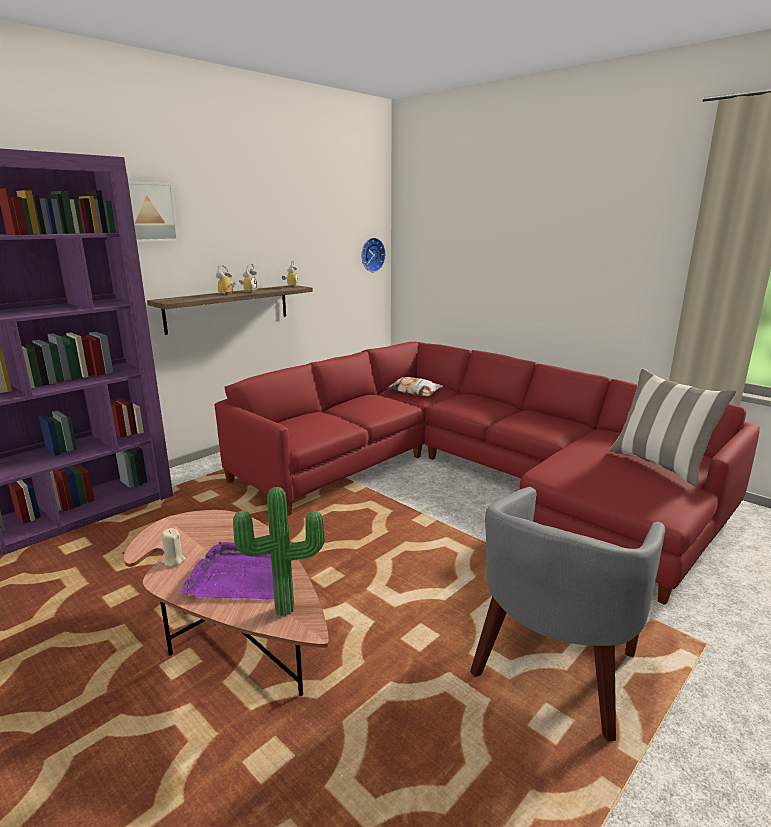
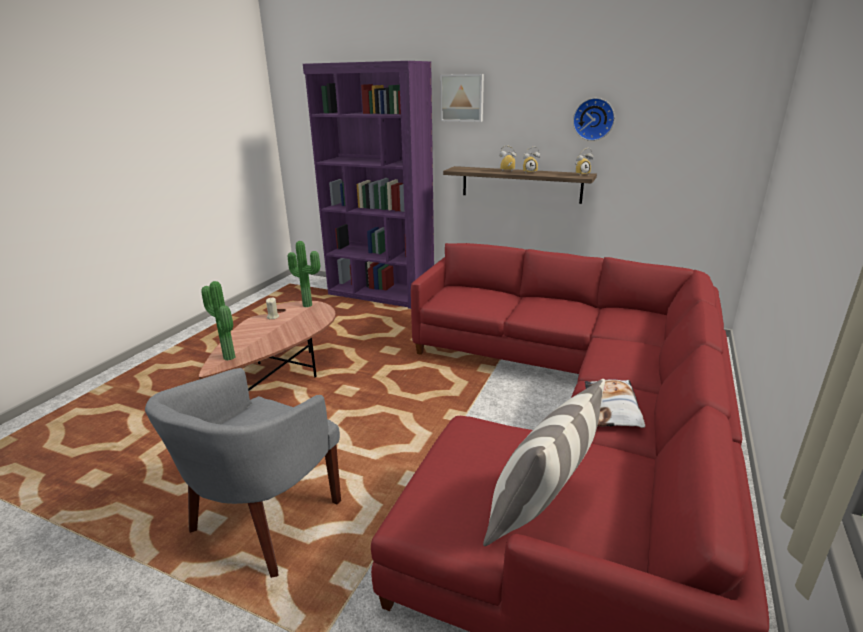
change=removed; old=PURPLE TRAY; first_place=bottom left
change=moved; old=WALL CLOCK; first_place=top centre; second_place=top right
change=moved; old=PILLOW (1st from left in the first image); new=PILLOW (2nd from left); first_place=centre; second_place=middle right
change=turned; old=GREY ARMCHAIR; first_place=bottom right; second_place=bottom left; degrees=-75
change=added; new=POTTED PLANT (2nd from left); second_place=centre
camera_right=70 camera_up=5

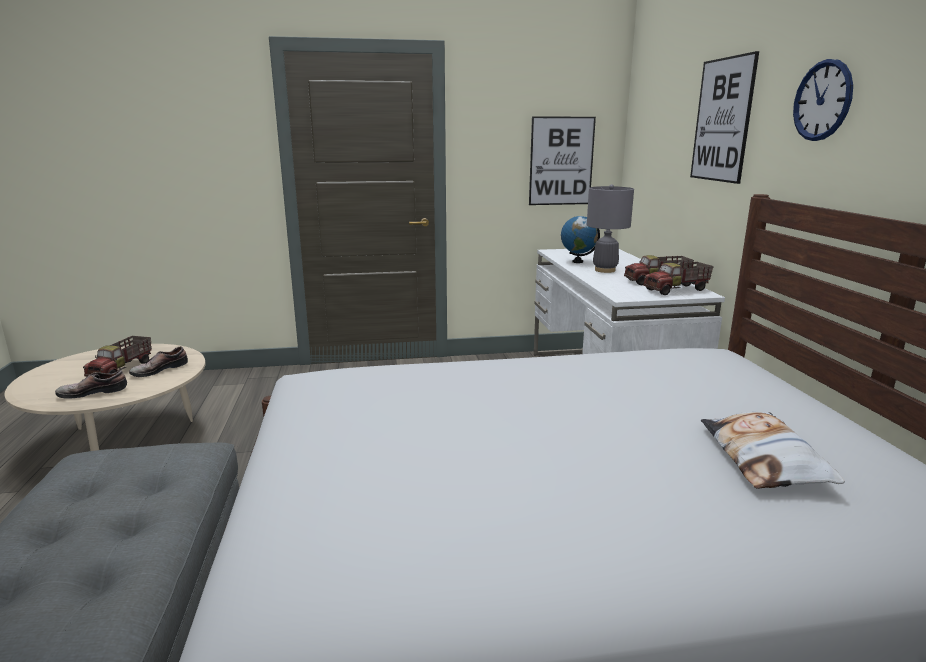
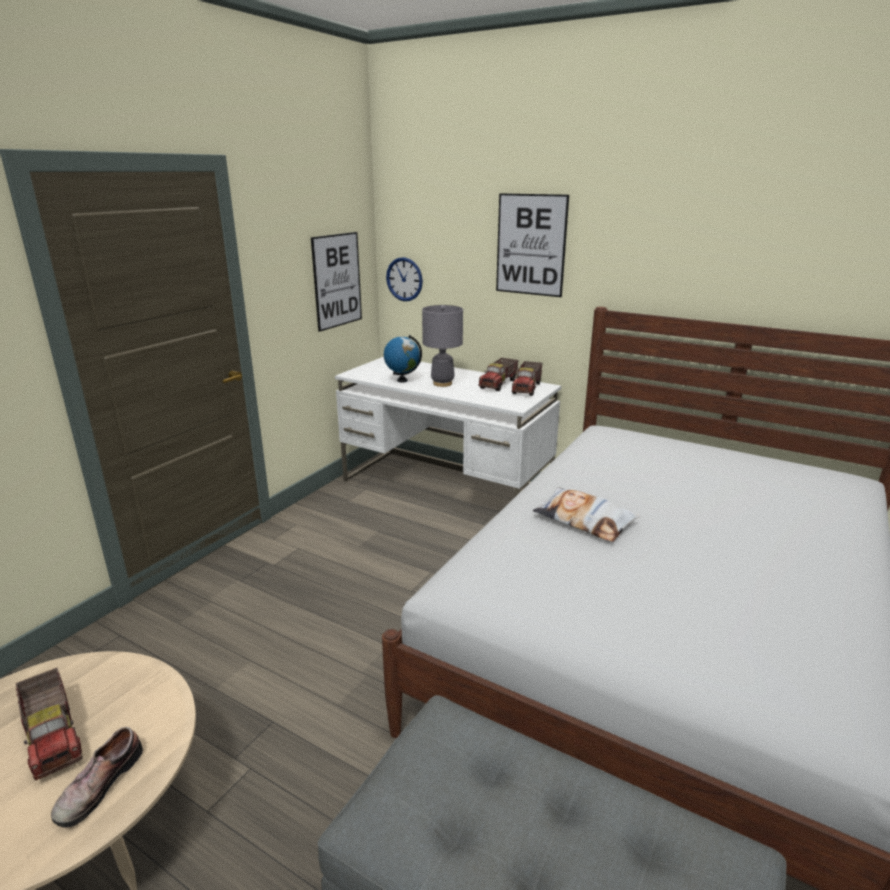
change=removed; old=SHOE (2nd from left); first_place=middle left
change=moved; old=PILLOW; first_place=bottom right; second_place=centre
change=moved; old=WALL CLOCK; first_place=top right; second_place=top centre
camera_right=-50 camera_up=5

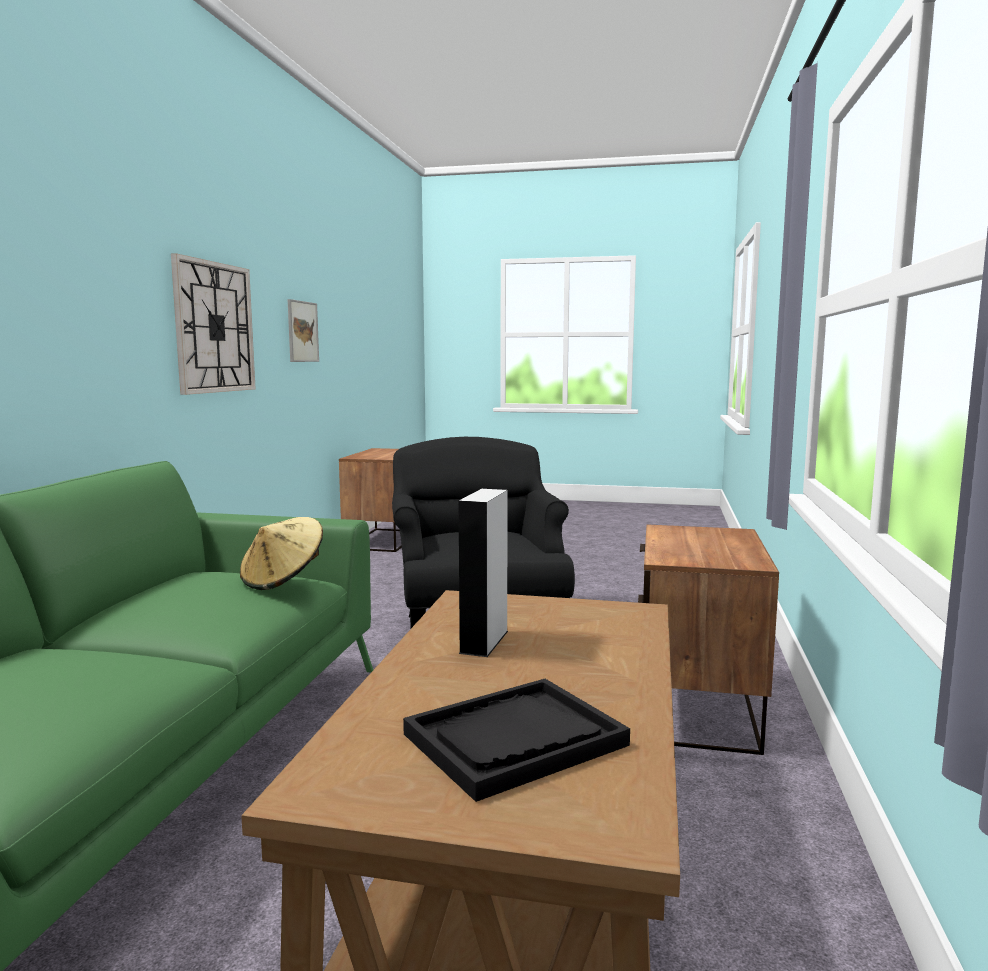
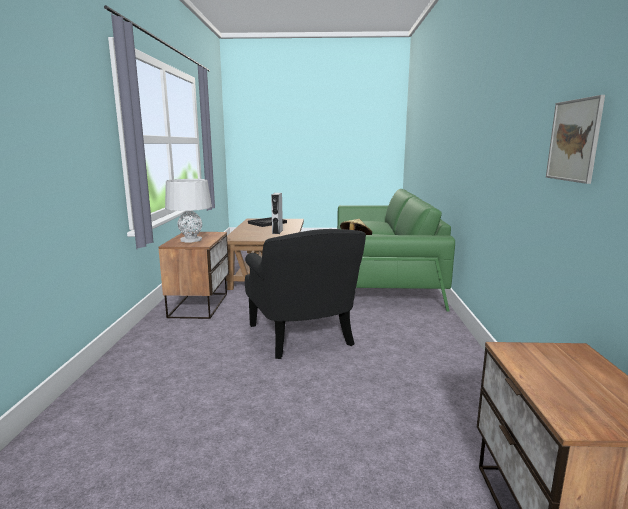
change=removed; old=WALL CLOCK; first_place=middle left
change=added; new=GREY TABLE LAMP; second_place=middle left
camera_right=170 camera_up=5

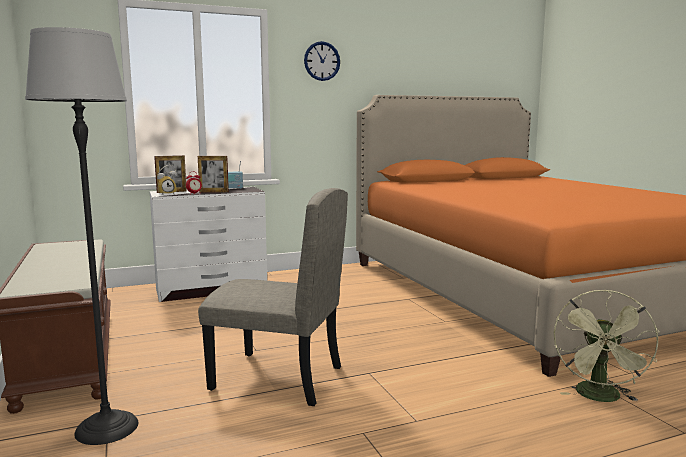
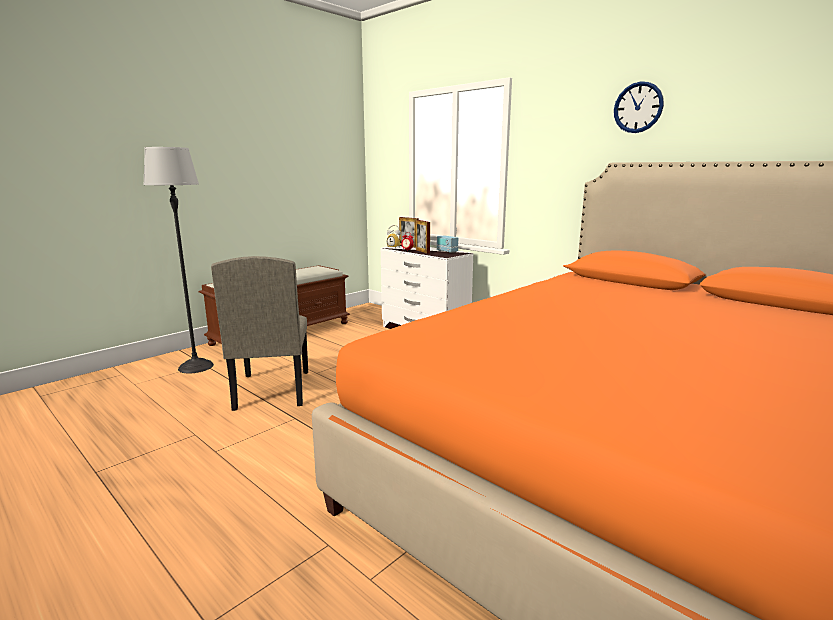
change=moved; old=WALL CLOCK; first_place=top centre; second_place=top right
change=removed; old=GREEN FAN; first_place=bottom right
camera_right=65 camera_up=5

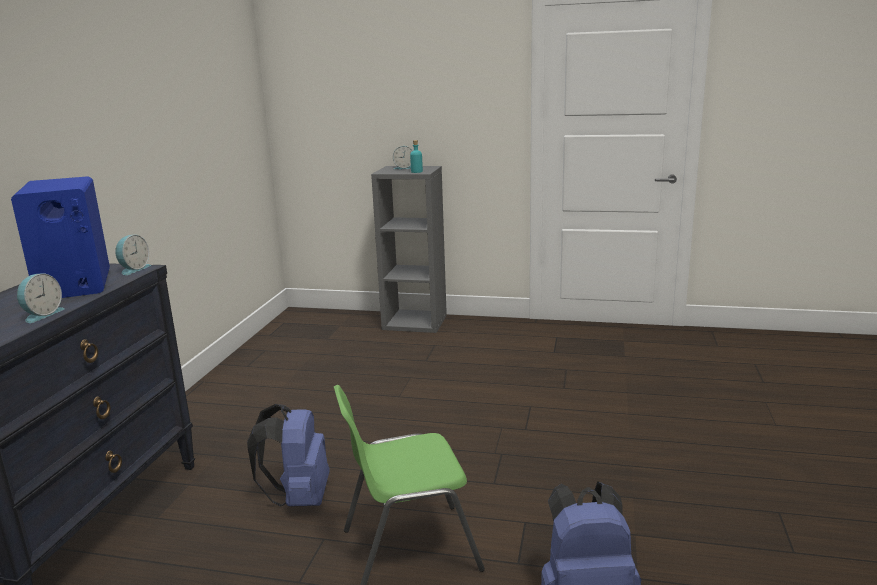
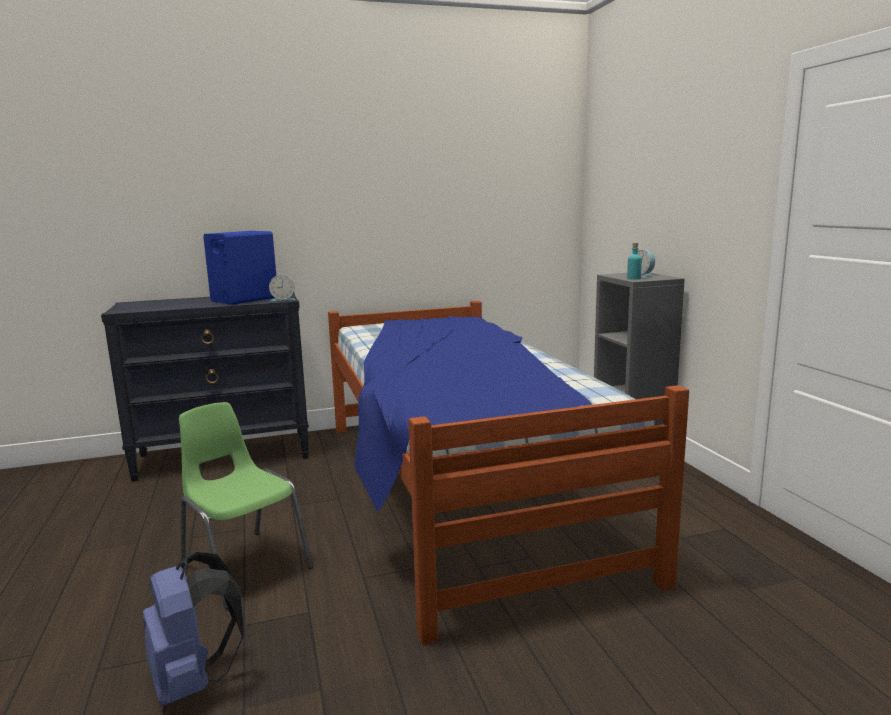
change=removed; old=ALARM CLOCK (1st from left); first_place=middle left
change=removed; old=BLUE BACKPACK (1st from left); first_place=bottom left
change=added; new=BED; second_place=centre
camera_right=60 camera_up=-5

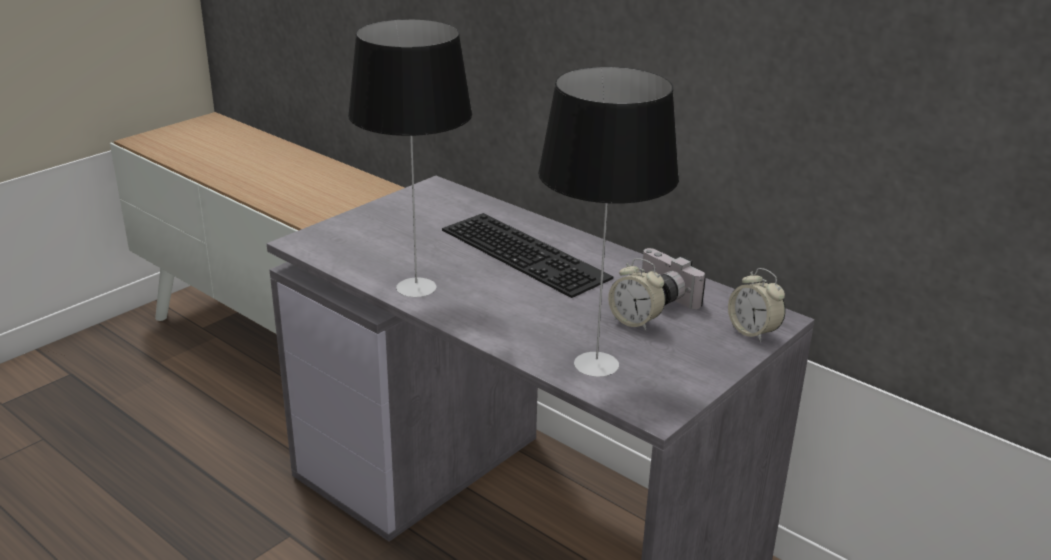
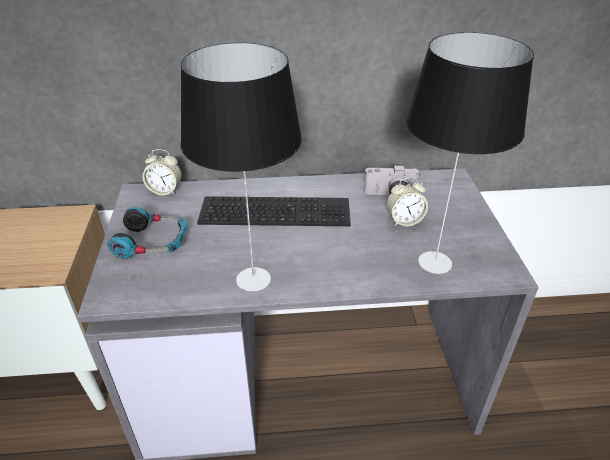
change=moved; old=ALARM CLOCK (2nd from left in the first image); new=ALARM CLOCK (1st from left); first_place=middle right; second_place=middle left
change=added; new=HEADPHONES; second_place=middle left
camera_right=-45 camera_up=10

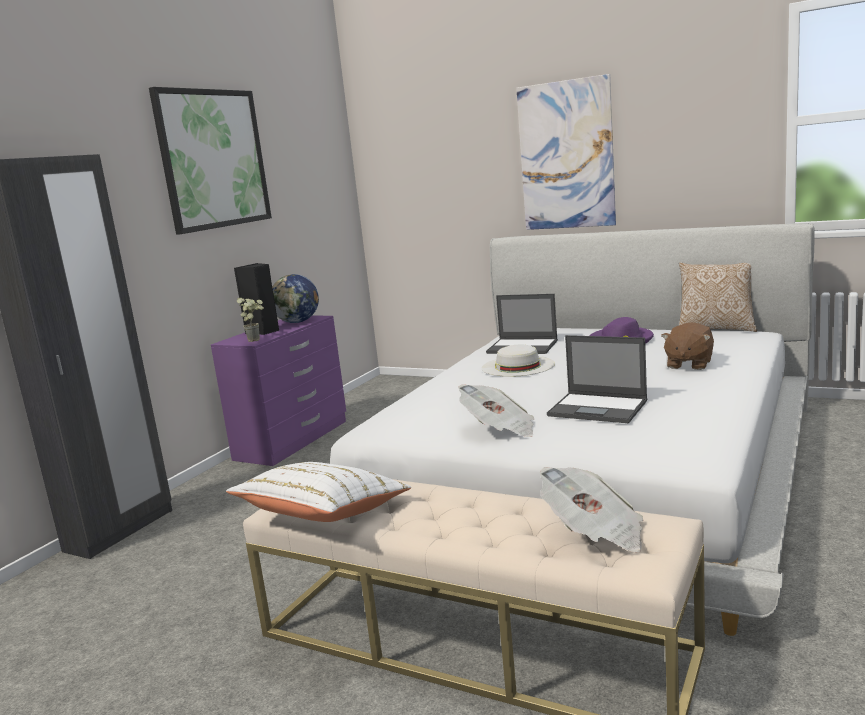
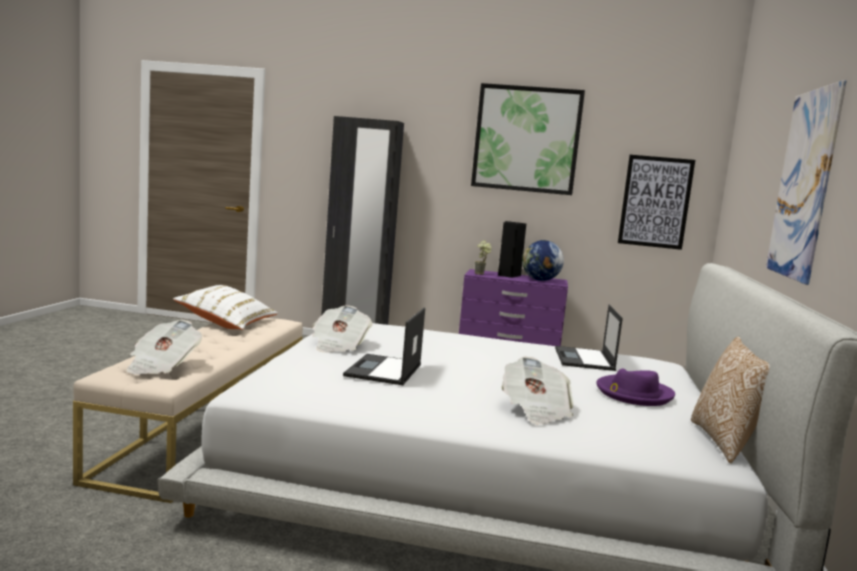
change=removed; old=WHITE HAT; first_place=centre
change=replaced; old=BROWN PLUSH TOY; new=NEWSPAPER (3rd from left); first_place=middle right; second_place=bottom centre
change=added; new=PICTURE (2nd from left); second_place=middle right
camera_right=70 camera_up=-5

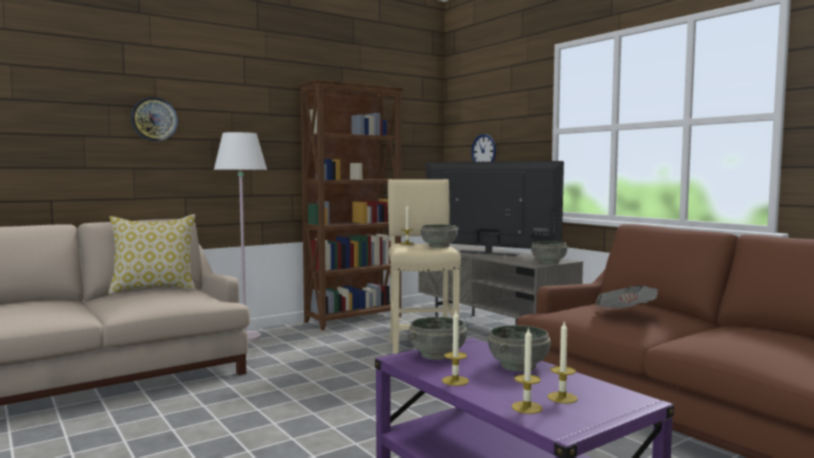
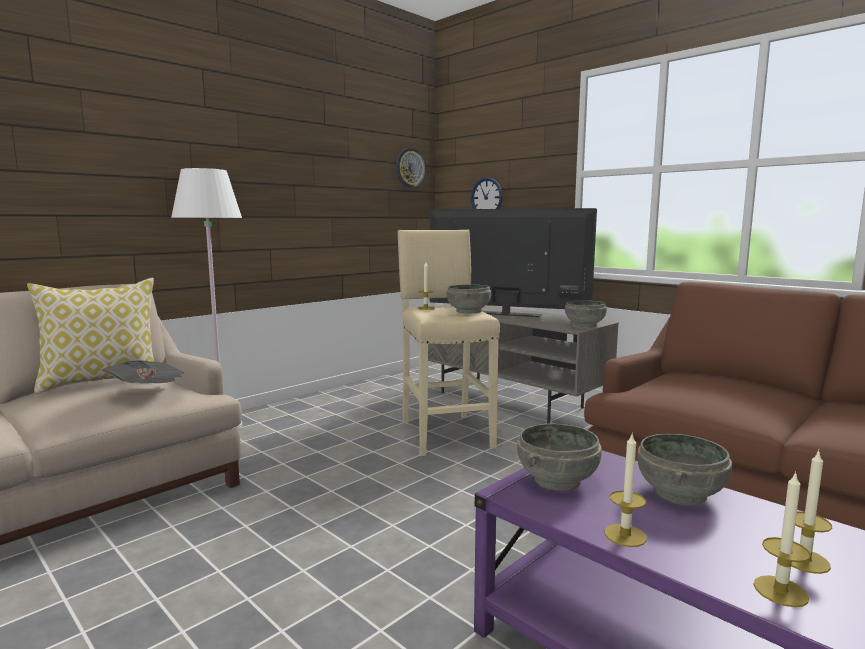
change=moved; old=WALL CLOCK (1st from left); first_place=top left; second_place=top centre
change=removed; old=BROWN BOOKCASE; first_place=centre
change=moved; old=NEWSPAPER; first_place=middle right; second_place=middle left
camera_right=-10 camera_up=5

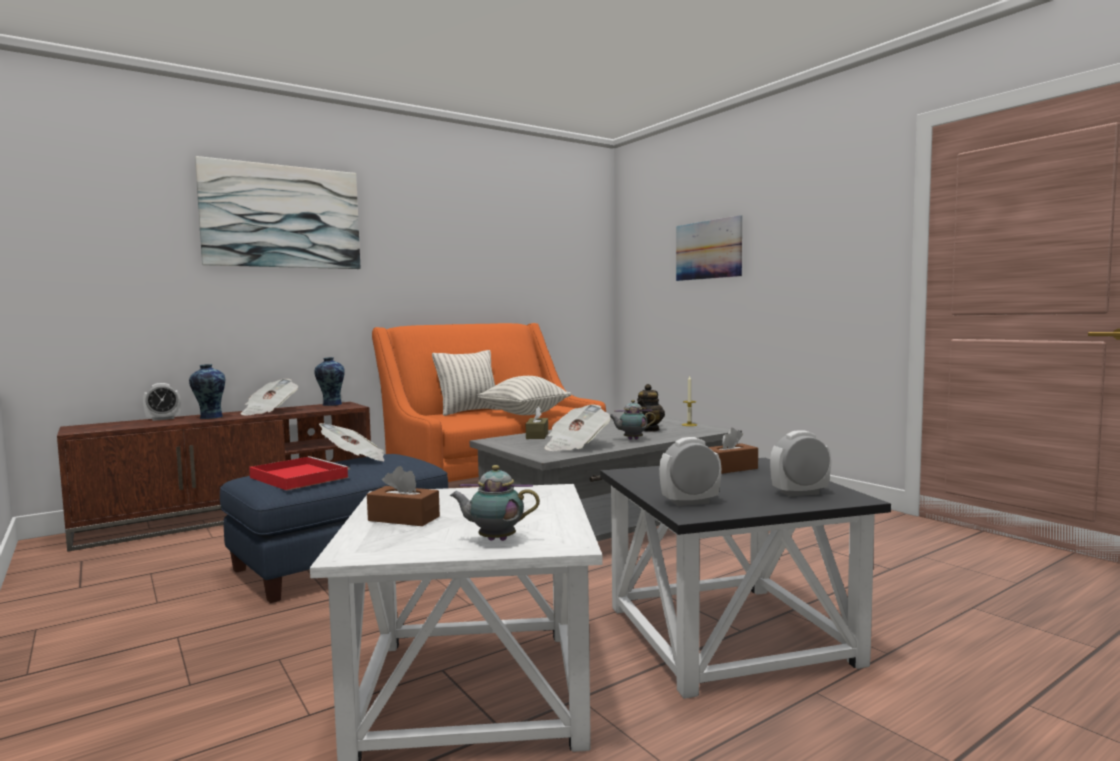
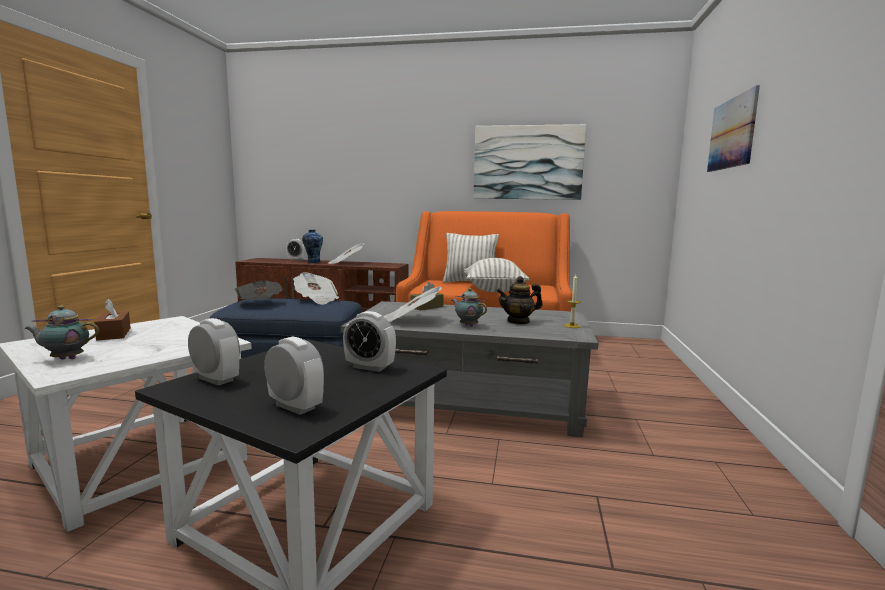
change=moved; old=PICTURE (1st from left); first_place=top left; second_place=top centre
change=replaced; old=RED TRAY; new=NEWSPAPER (1st from left); first_place=middle left; second_place=middle left
change=removed; old=VASE (2nd from left); first_place=middle left
change=turned; old=TEAPOT (1st from left); first_place=centre; second_place=middle left; degrees=-60
change=replaced; old=BROWN TISSUE BOX (3rd from left); new=ALARM CLOCK (4th from left); first_place=centre; second_place=centre
camera_right=45 camera_up=5

